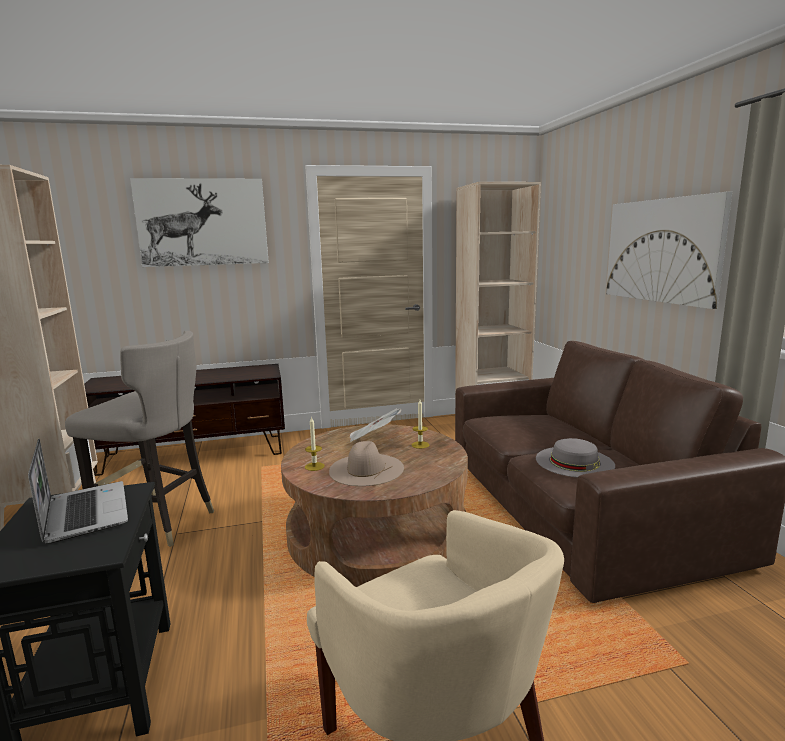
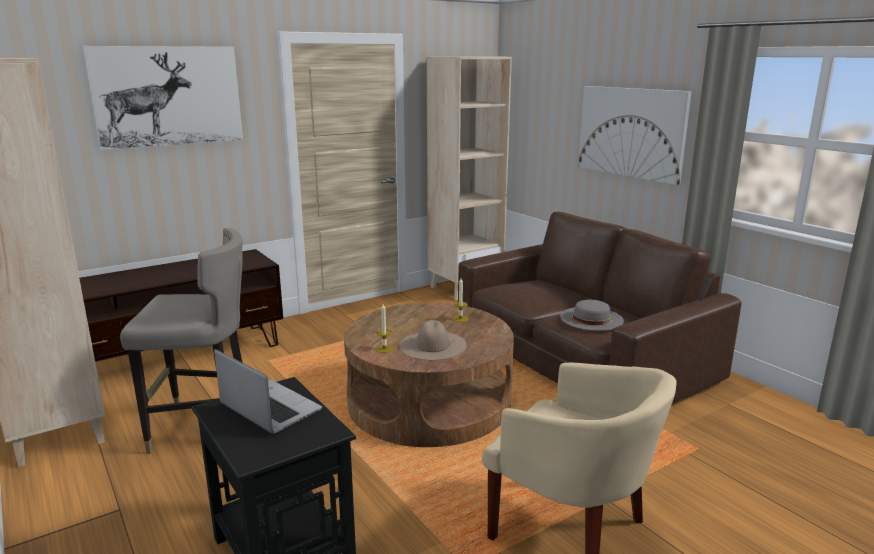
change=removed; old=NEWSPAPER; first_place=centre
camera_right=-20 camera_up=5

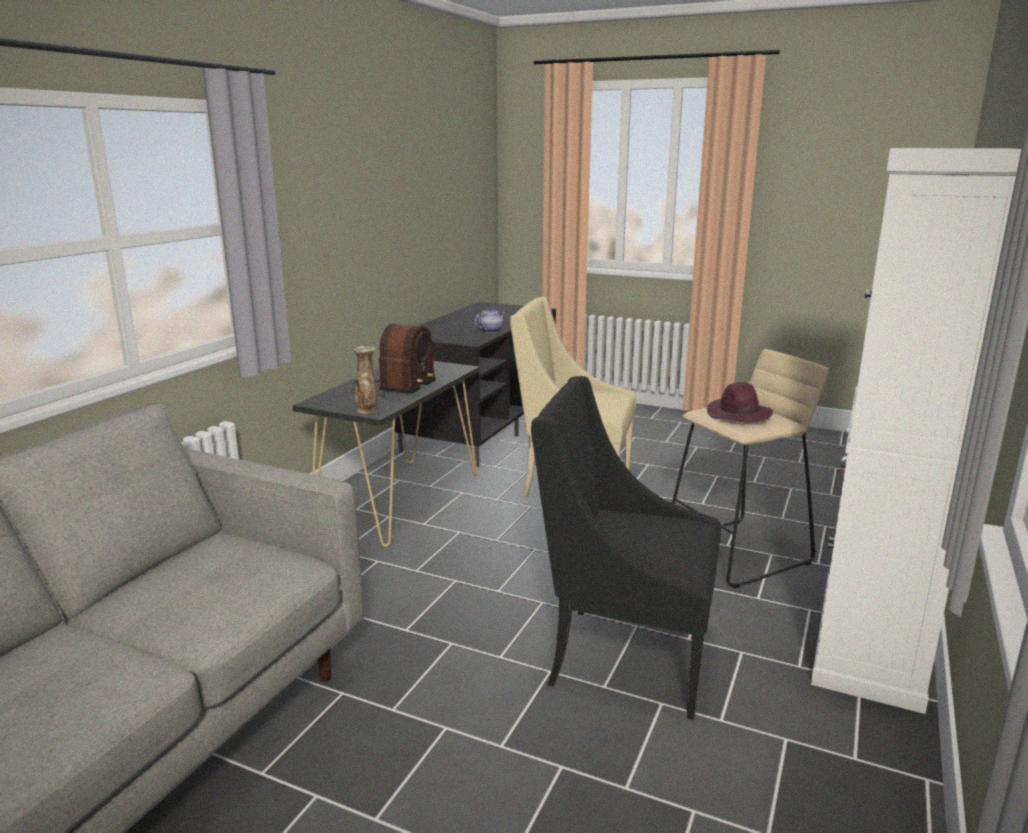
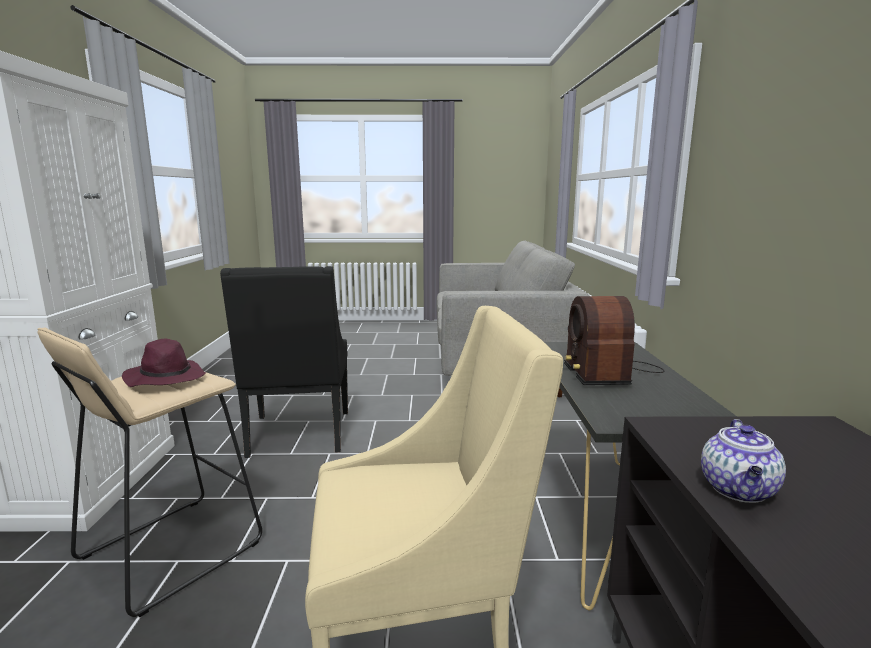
change=removed; old=VASE; first_place=centre
change=turned; old=BLACK ARMCHAIR; first_place=centre; second_place=middle left; degrees=90
camera_right=155 camera_up=-5

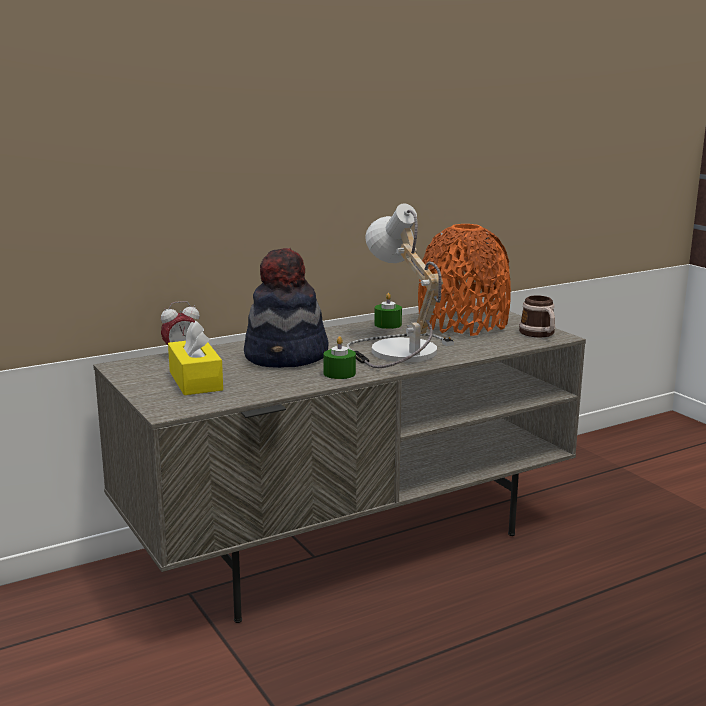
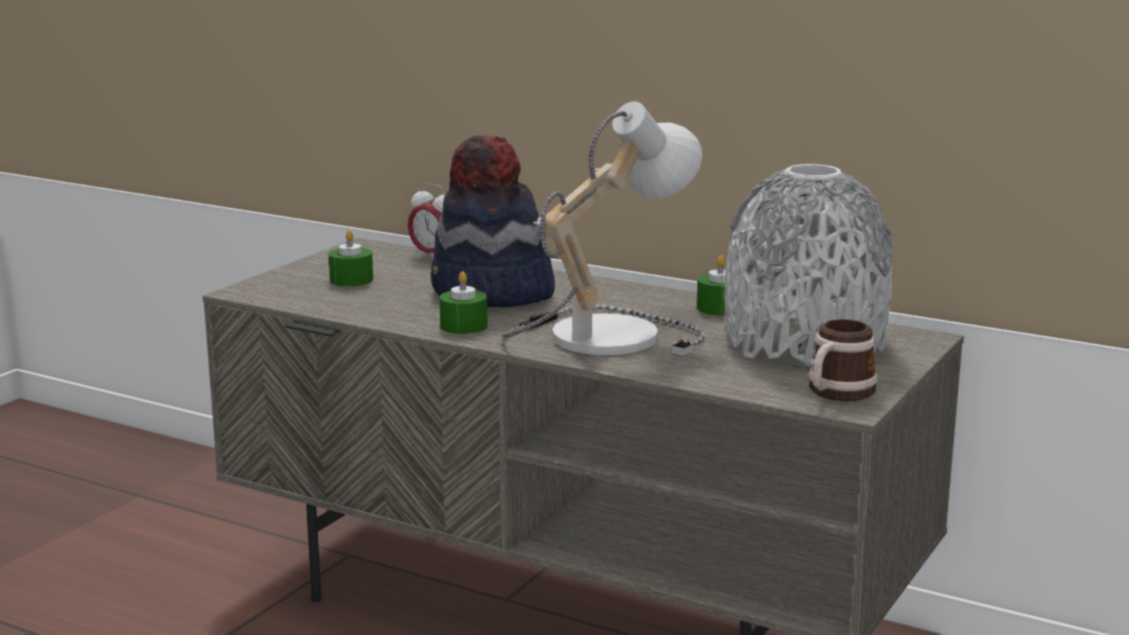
change=replaced; old=YELLOW TISSUE BOX; new=GREEN CANDLE (1st from left); first_place=middle left; second_place=middle left
change=recoloured; old=ORANGE VASE; new=GREY VASE; first_place=centre; second_place=middle right
camera_right=60 camera_up=0

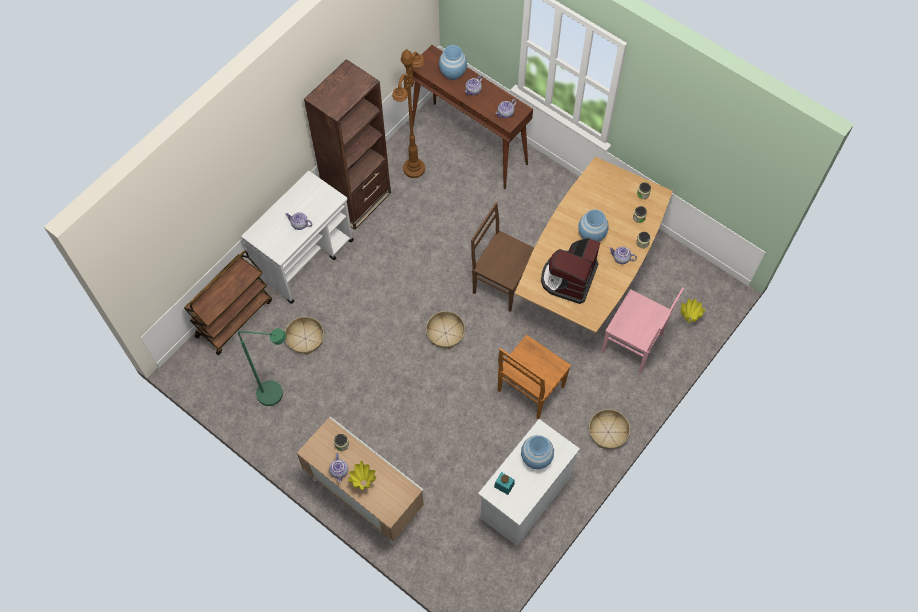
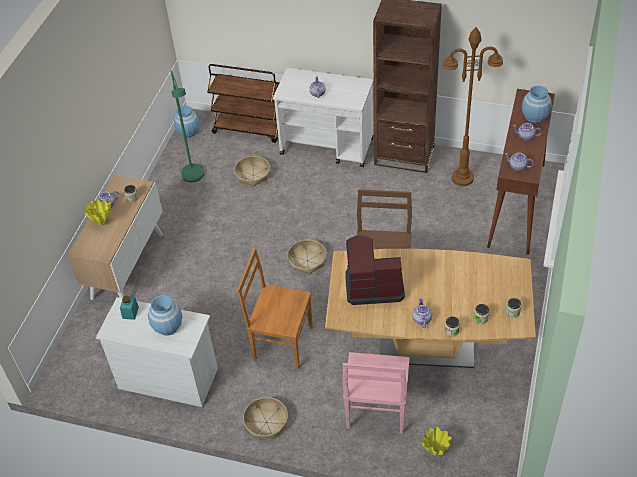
change=moved; old=BLUE VASE (3rd from left in the first image); new=BLUE VASE (2nd from left); first_place=centre; second_place=top left
camera_right=70 camera_up=-15

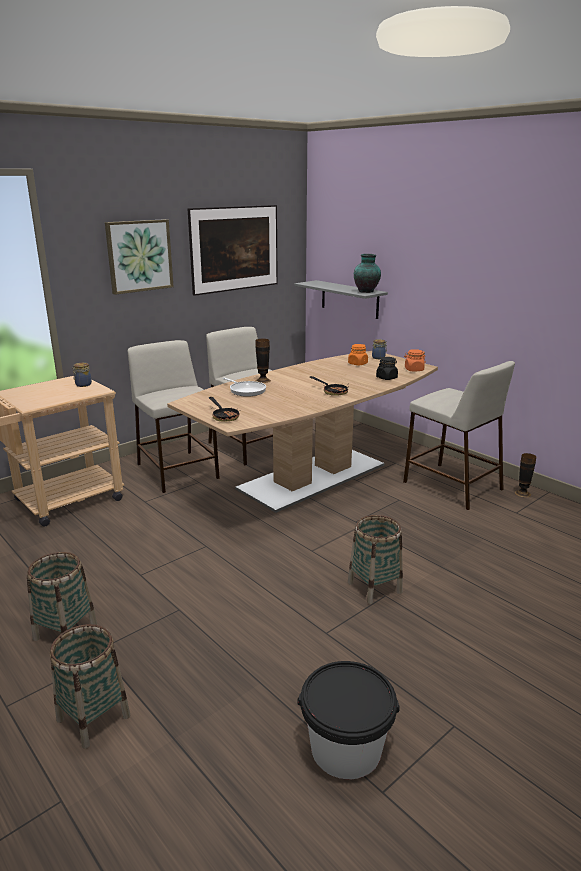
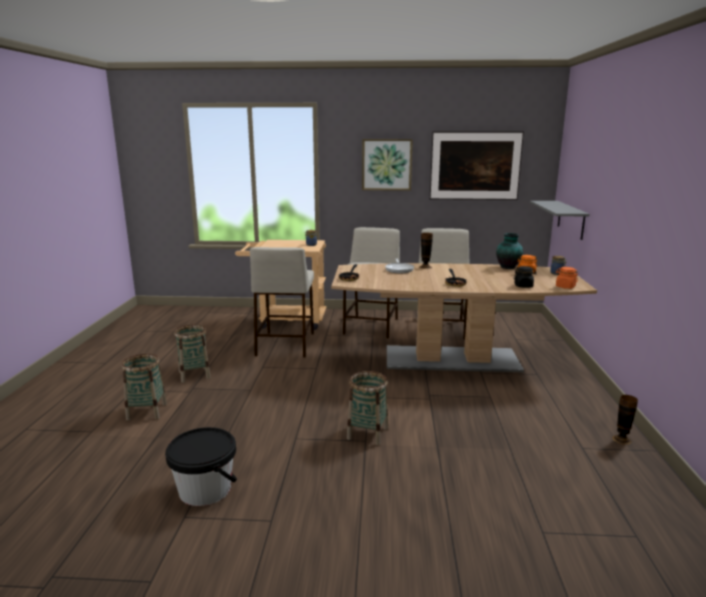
change=moved; old=VASE (2nd from left); first_place=top centre; second_place=middle right
change=moved; old=BEIGE STOOL (3rd from left in the first image); new=BEIGE STOOL (1st from left); first_place=middle right; second_place=centre
camera_right=45 camera_up=-5

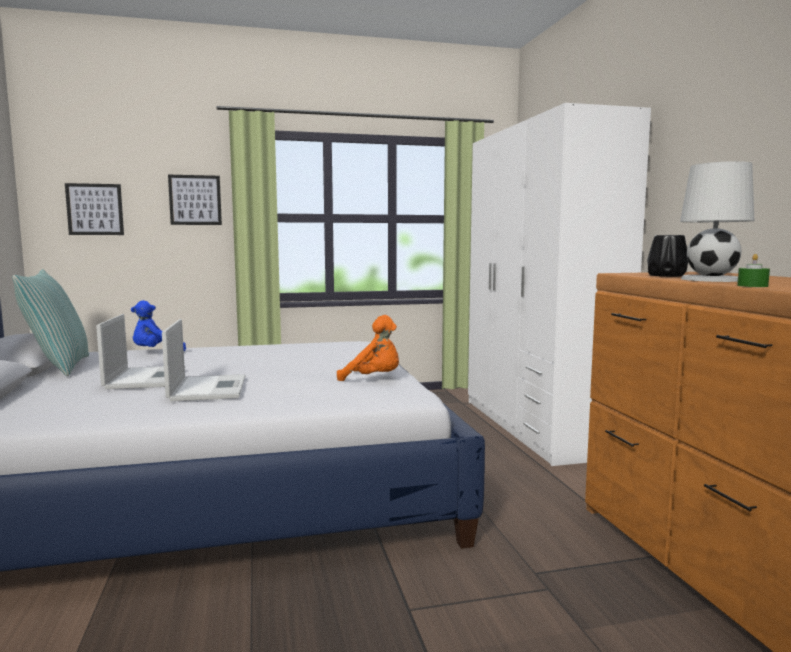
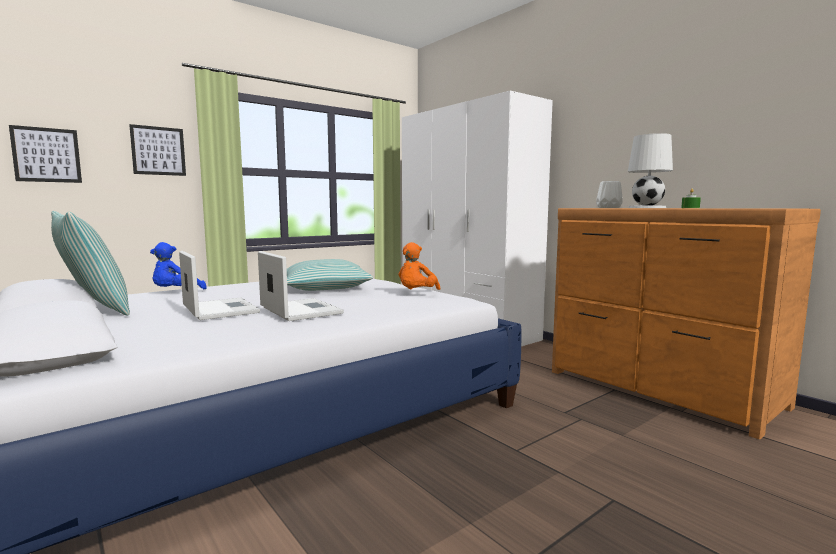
change=turned; old=ORANGE PLUSH TOY; first_place=centre; second_place=centre; degrees=120
change=recoloured; old=BLACK VASE; new=WHITE VASE; first_place=middle right; second_place=middle right
change=added; new=PILLOW (2nd from left); second_place=centre
camera_right=-25 camera_up=0

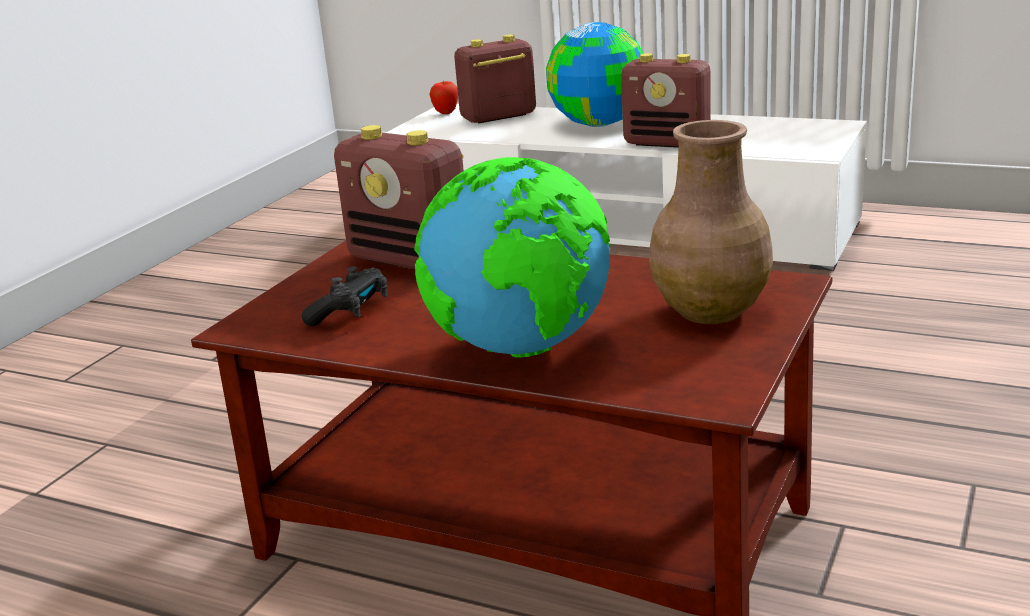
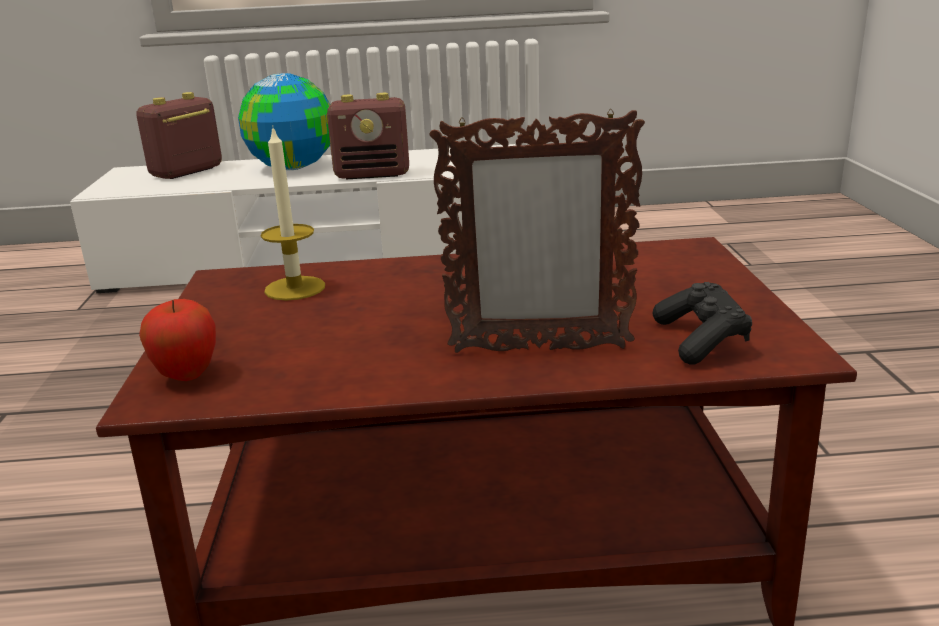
change=moved; old=BLACK GAME CONTROLLER; first_place=centre; second_place=middle right
change=replaced; old=RADIO (1st from left); new=CANDLE; first_place=top centre; second_place=middle left
change=replaced; old=GLOBE (1st from left); new=PICTURE FRAME; first_place=centre; second_place=centre
change=moved; old=APPLE; first_place=top centre; second_place=middle left
change=removed; old=BROWN VASE; first_place=middle right
camera_right=-30 camera_up=0

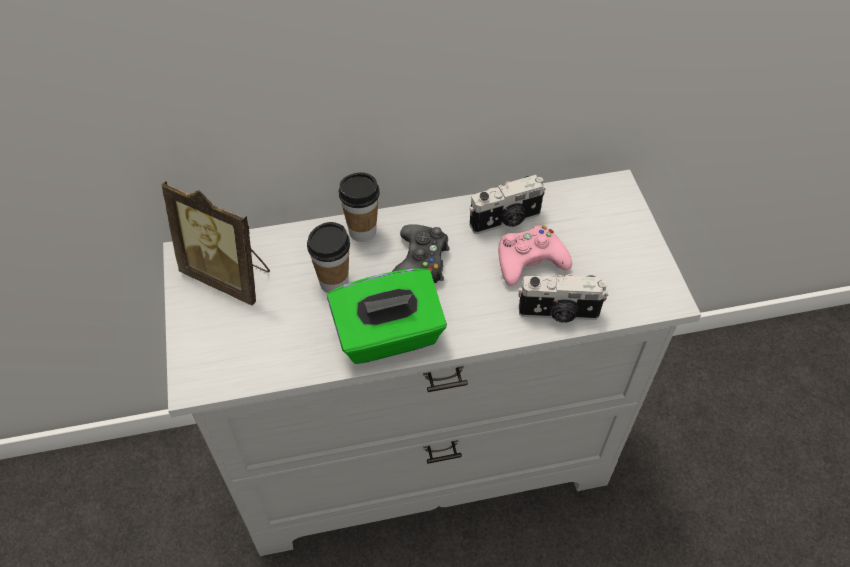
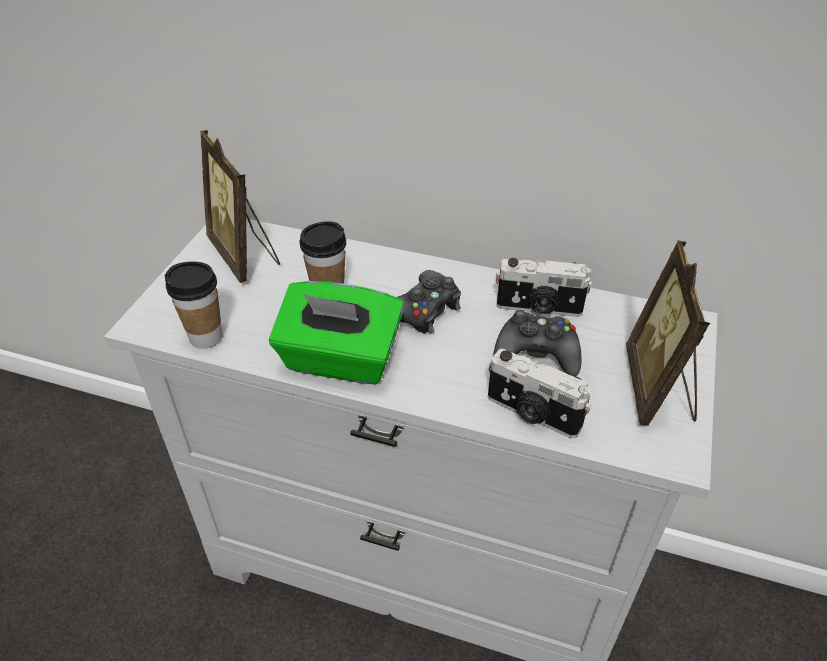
change=moved; old=CUP (2nd from left in the first image); new=CUP (1st from left); first_place=centre; second_place=middle left
change=recoloured; old=PINK GAME CONTROLLER; new=BLACK GAME CONTROLLER (2nd from left); first_place=centre; second_place=centre
change=added; new=PICTURE FRAME (2nd from left); second_place=middle right
camera_right=30 camera_up=-10

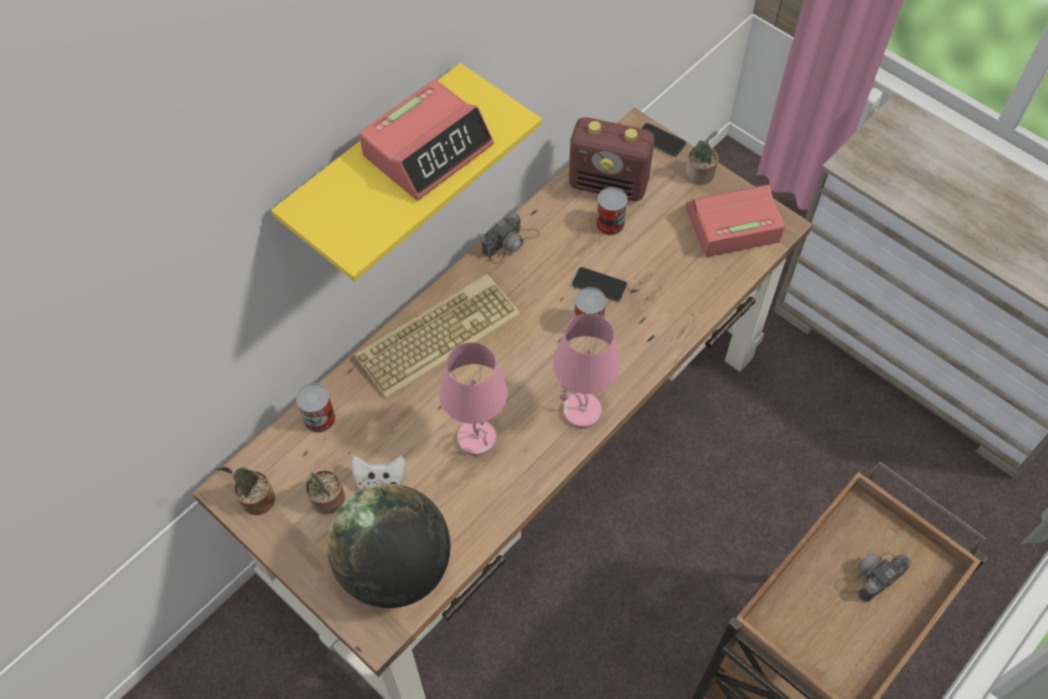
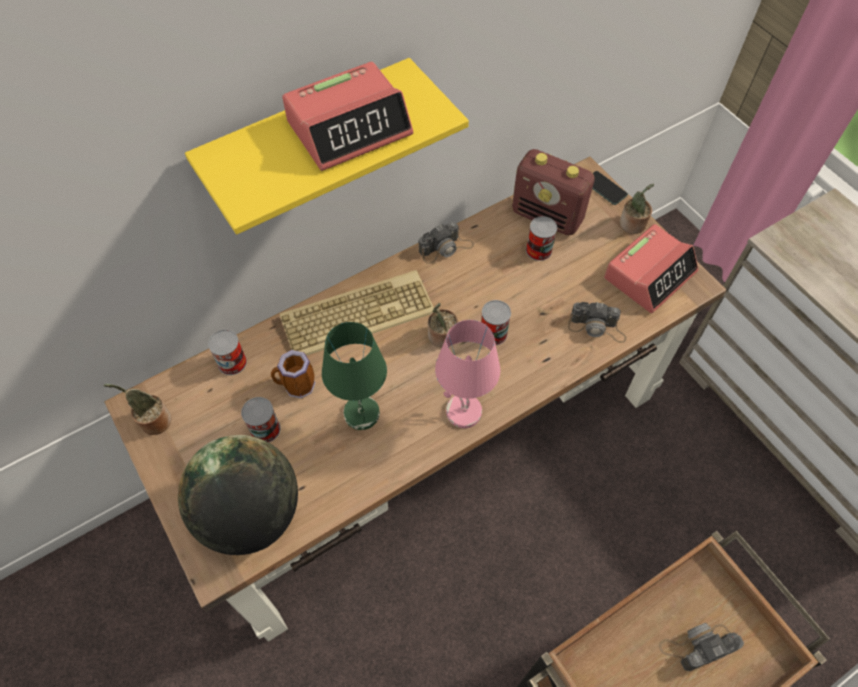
change=moved; old=POTTED PLANT (2nd from left); first_place=bottom left; second_place=centre
change=replaced; old=WHITE GAME CONTROLLER; new=CAN (2nd from left); first_place=bottom centre; second_place=middle left
change=recoloured; old=PINK TABLE LAMP (1st from left); new=GREEN TABLE LAMP; first_place=centre; second_place=centre
change=removed; old=PHONE (1st from left); first_place=centre
change=turned; old=ALARM CLOCK (2nd from left); first_place=top right; second_place=middle right; degrees=135
change=added; new=MUG; second_place=centre
change=added; new=PHOTO CAMERA (2nd from left); second_place=middle right
camera_right=15 camera_up=0

